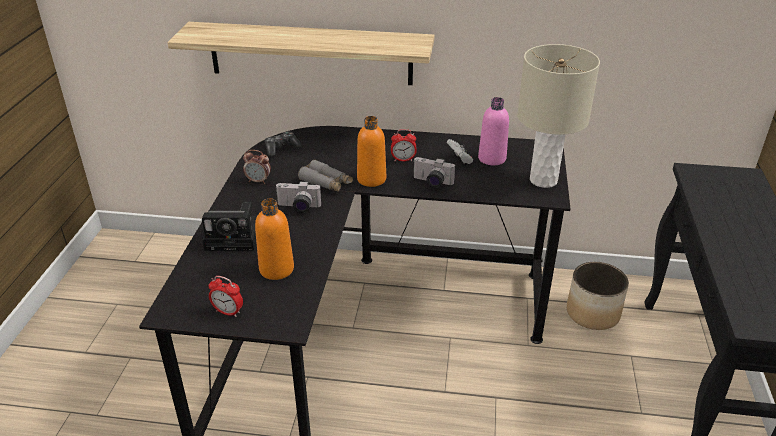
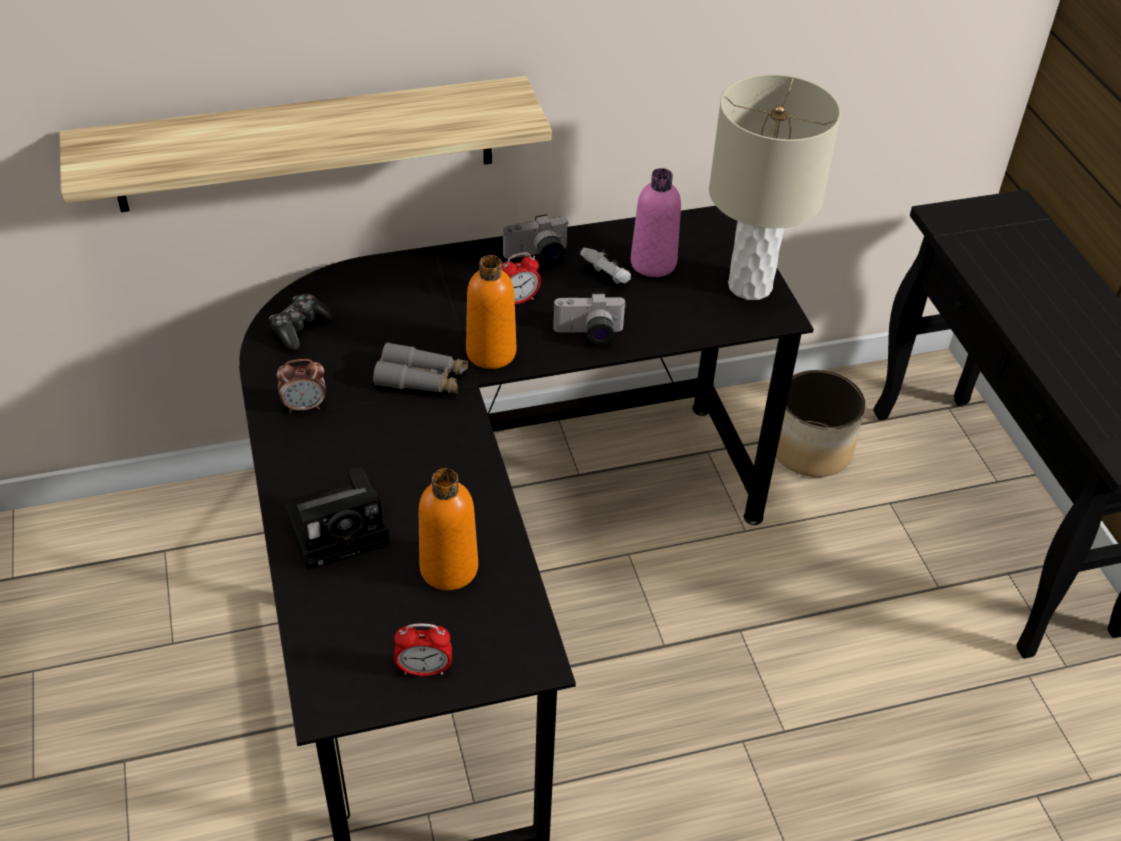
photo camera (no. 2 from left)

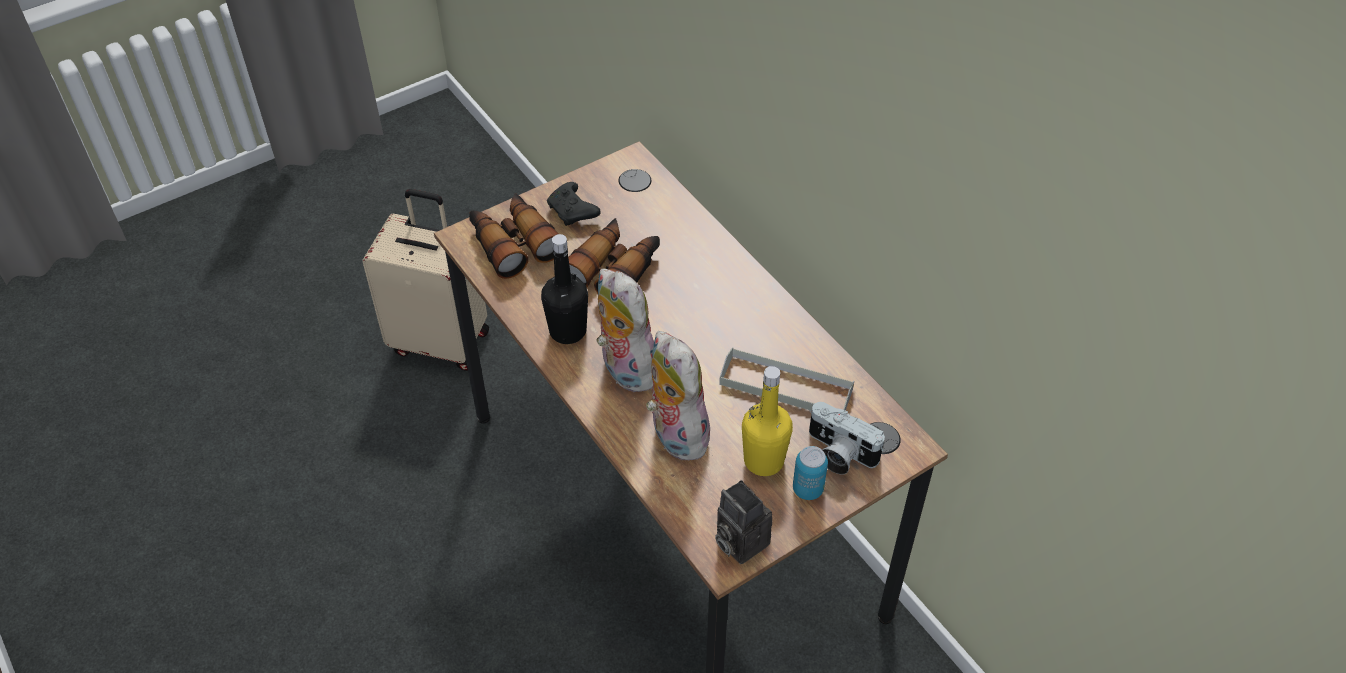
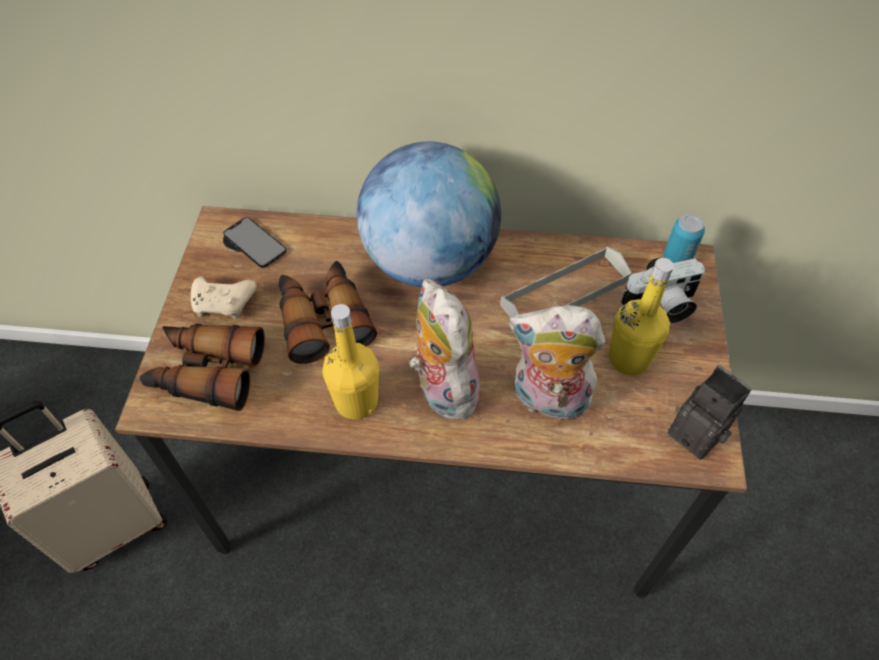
beige game controller
phone
yellow bottle (no. 1 from left)
globe
plush toy (no. 1 from left)
can
photo camera (no. 2 from left)

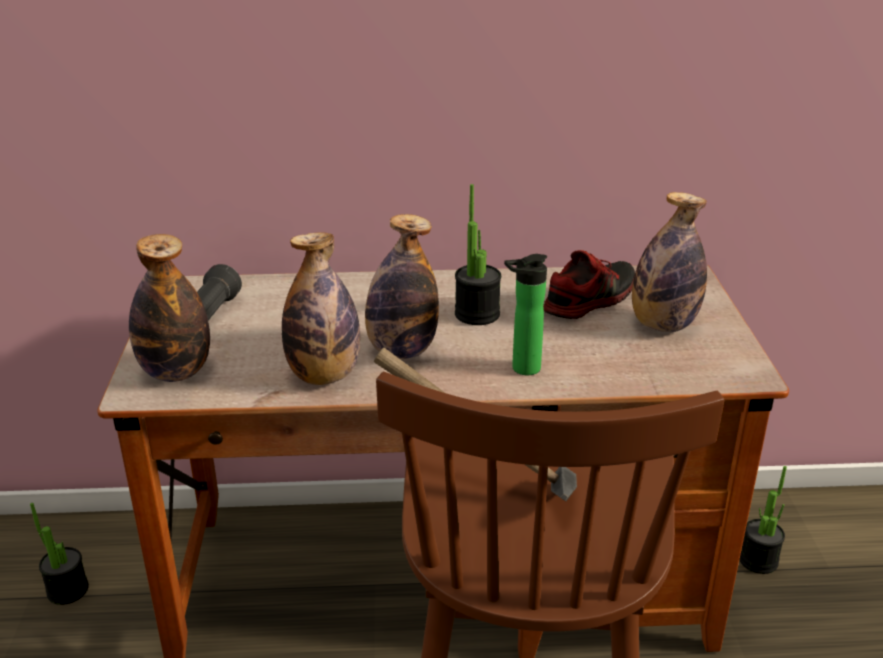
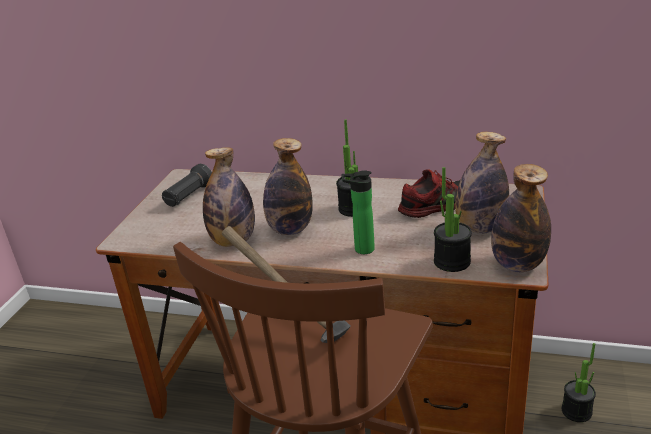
potted plant (no. 2 from left)
bottle (no. 5 from left)

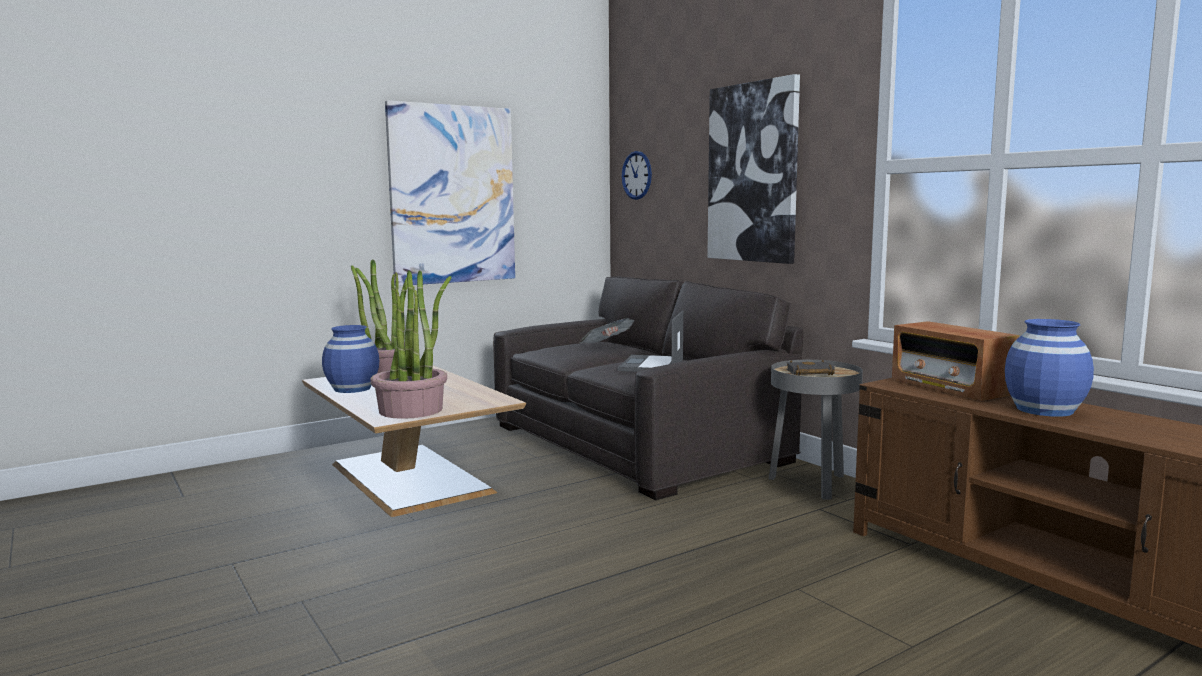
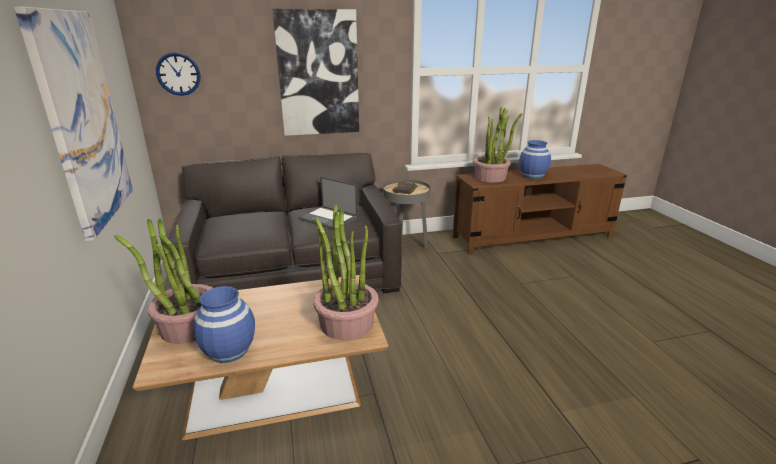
potted plant (no. 3 from left)
newspaper

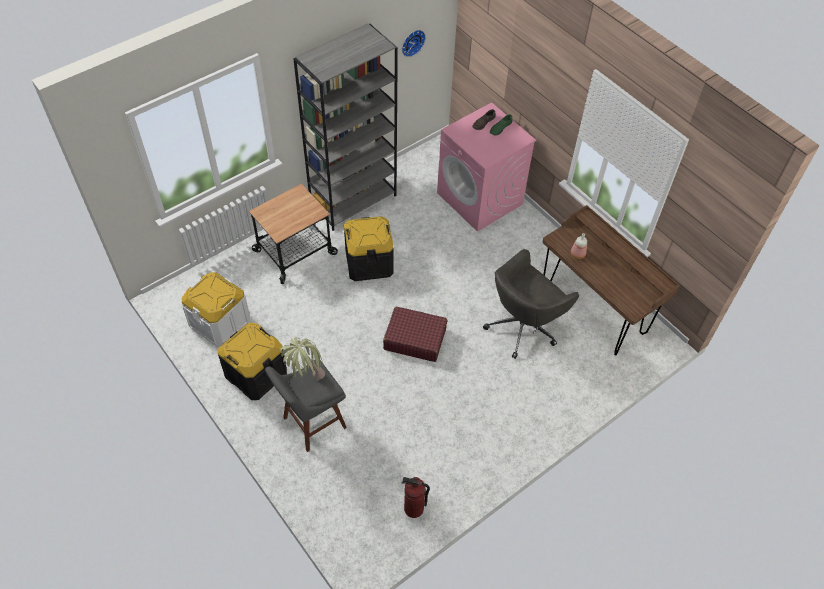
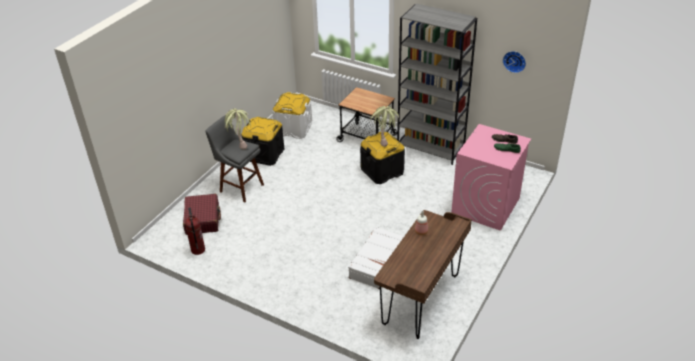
red suitcase
white suitcase
potted plant (no. 2 from left)

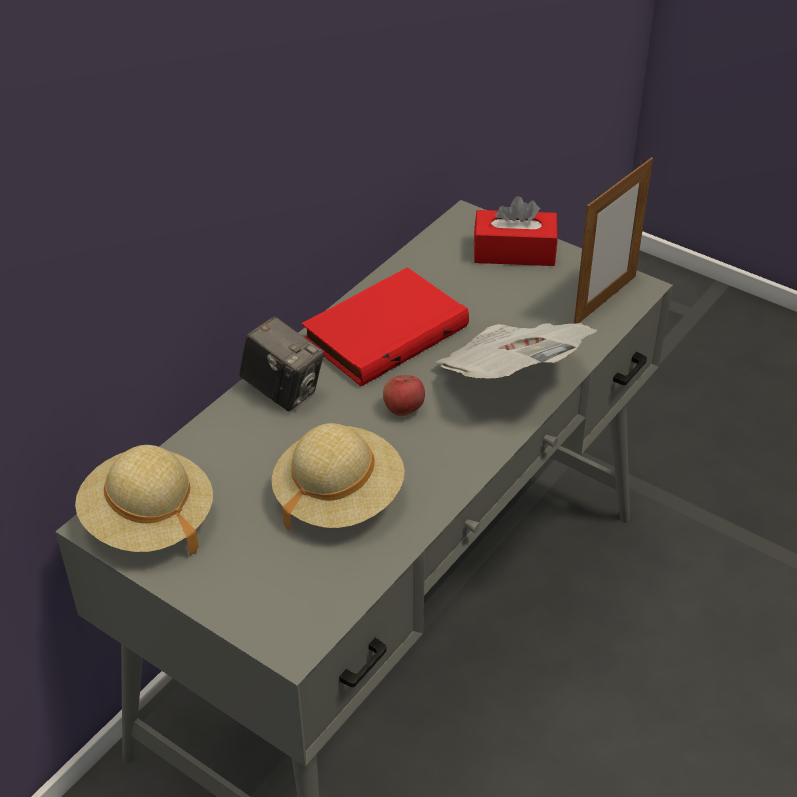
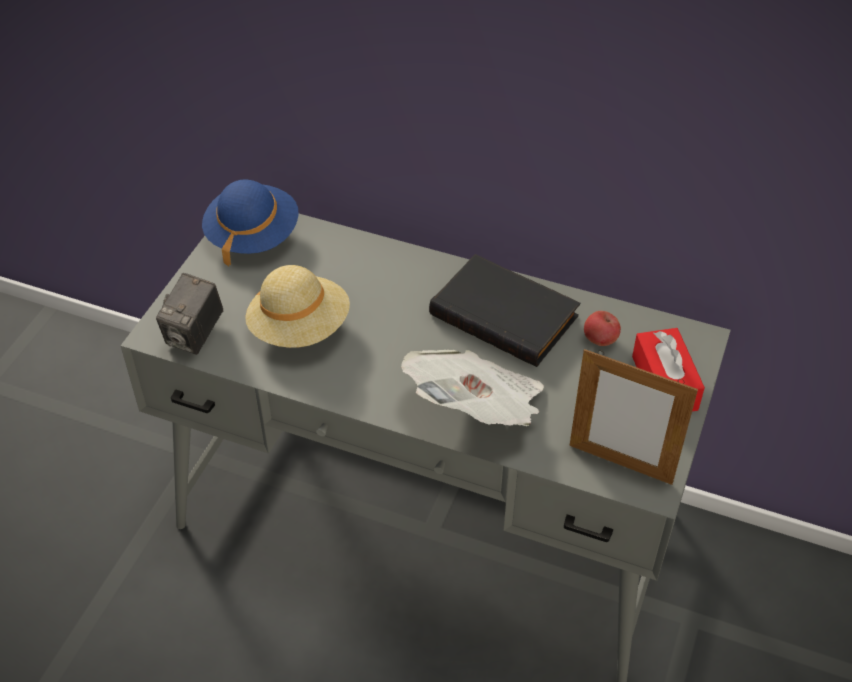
photo camera
blue hat
black book
apple

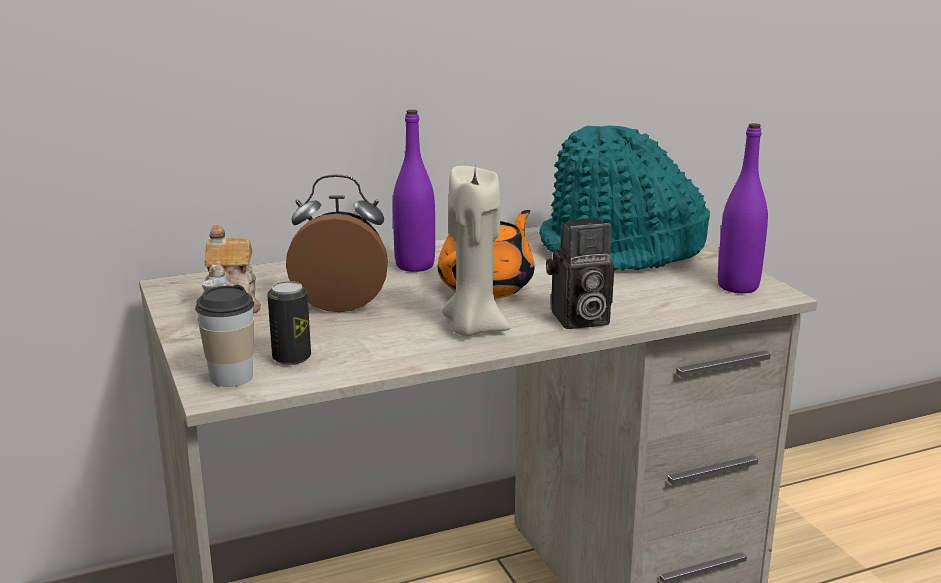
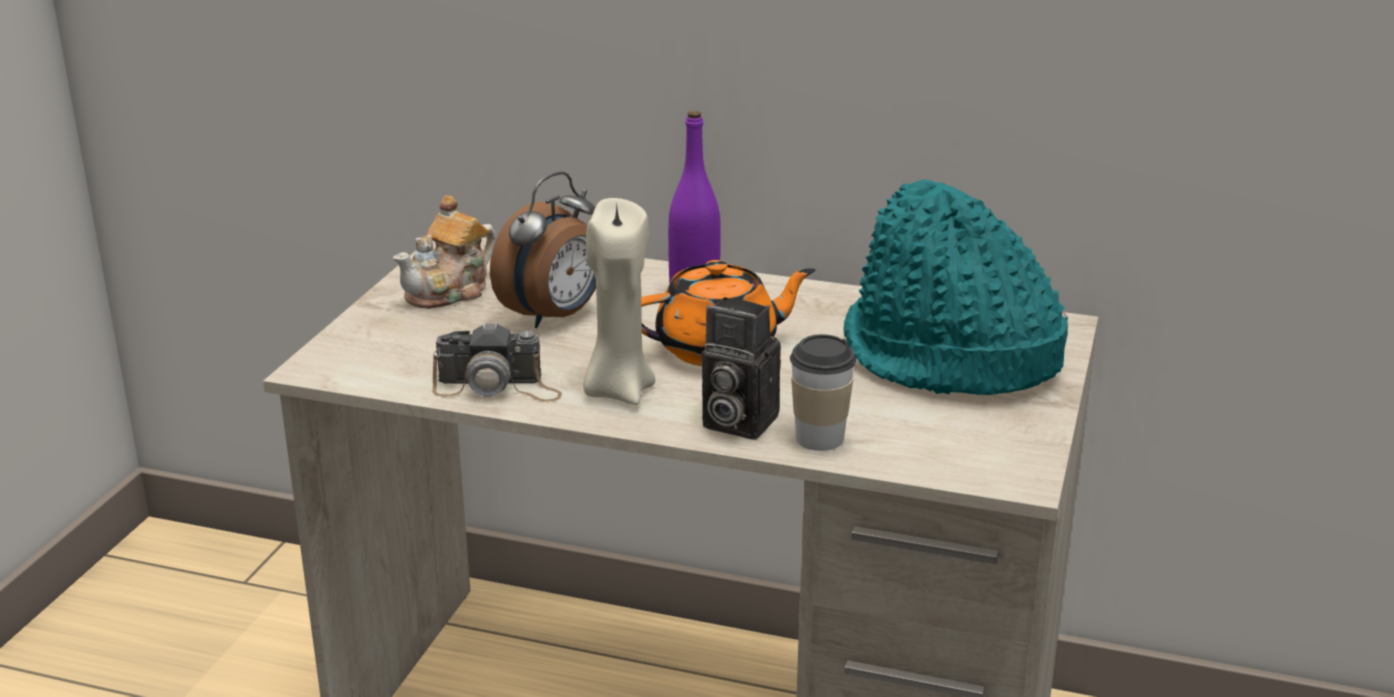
photo camera (no. 1 from left)
alarm clock
cup
can
purple bottle (no. 2 from left in the first image)

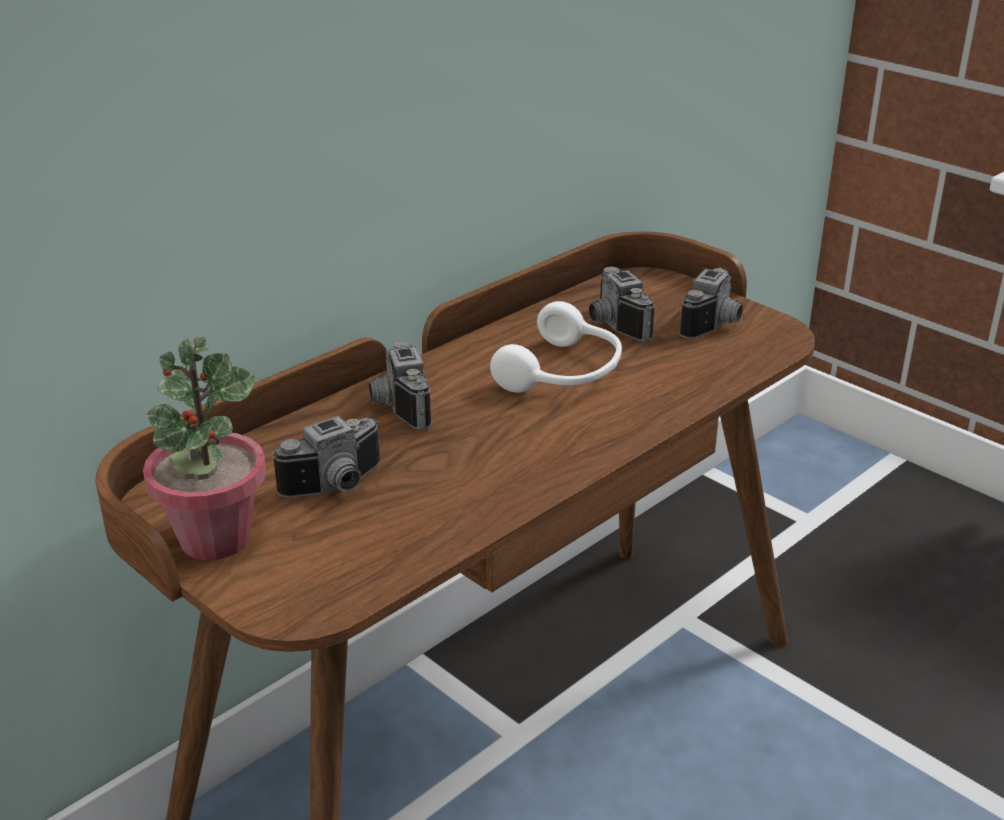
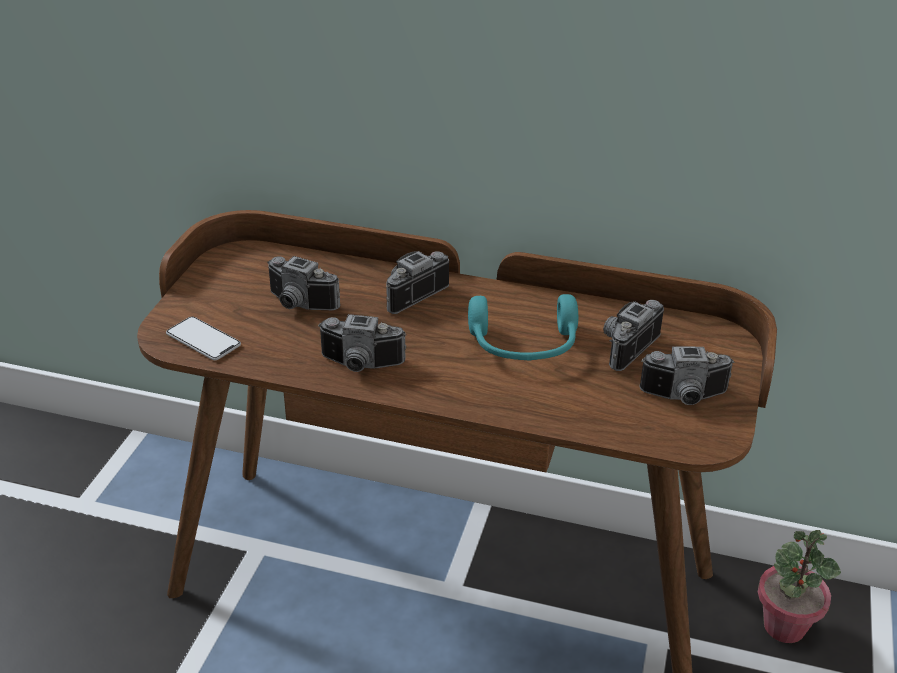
phone
photo camera (no. 2 from left)
turquoise headphones
potted plant

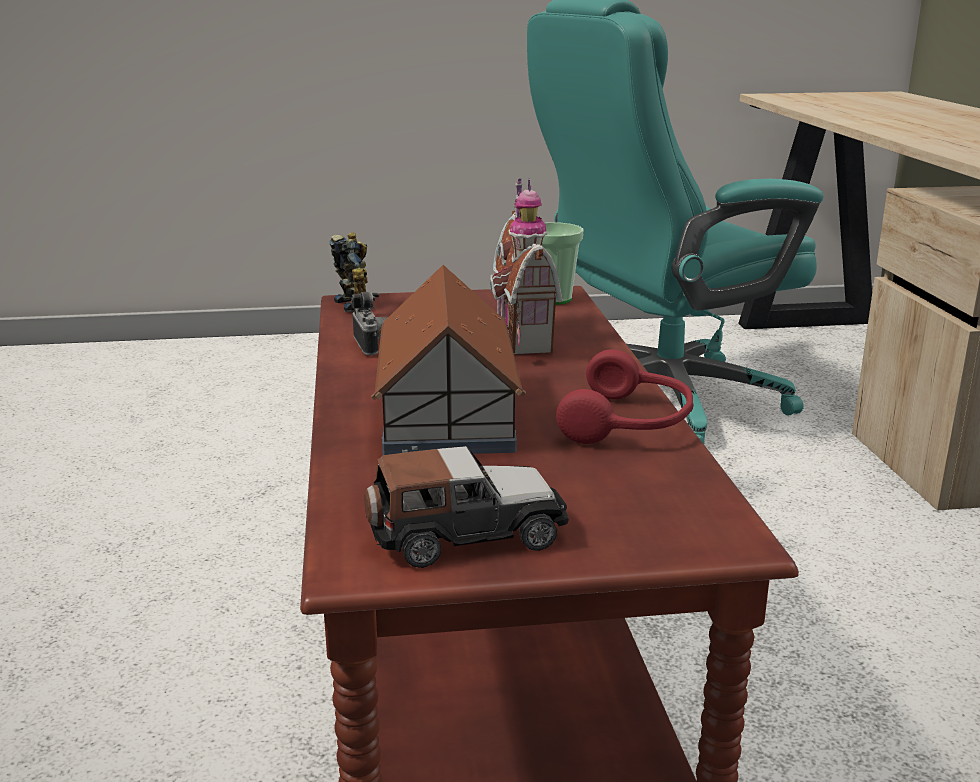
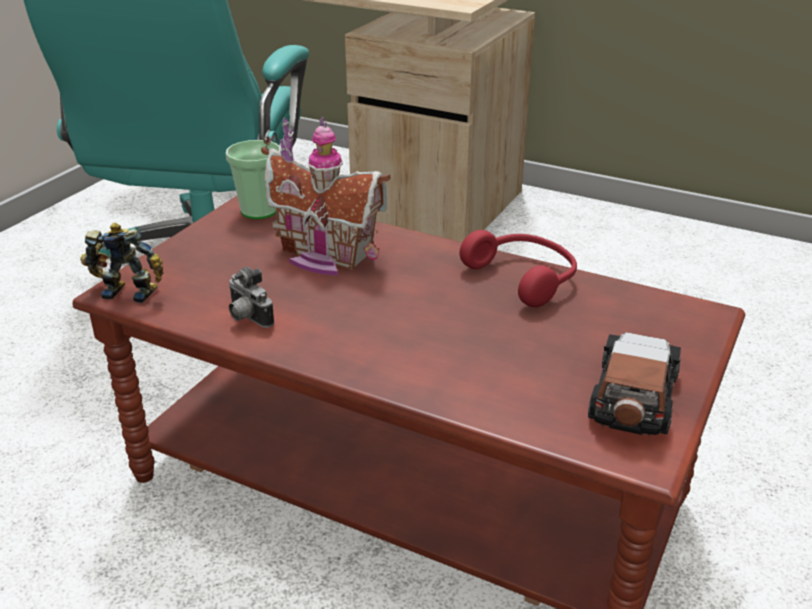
photo camera
toy house (no. 1 from left in the first image)

